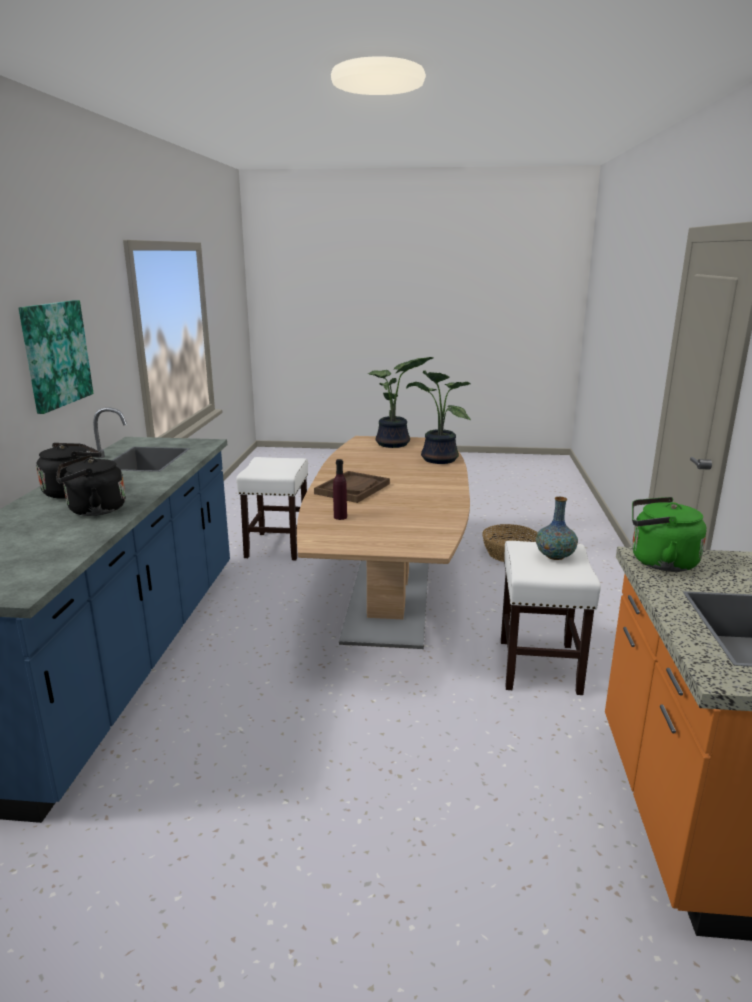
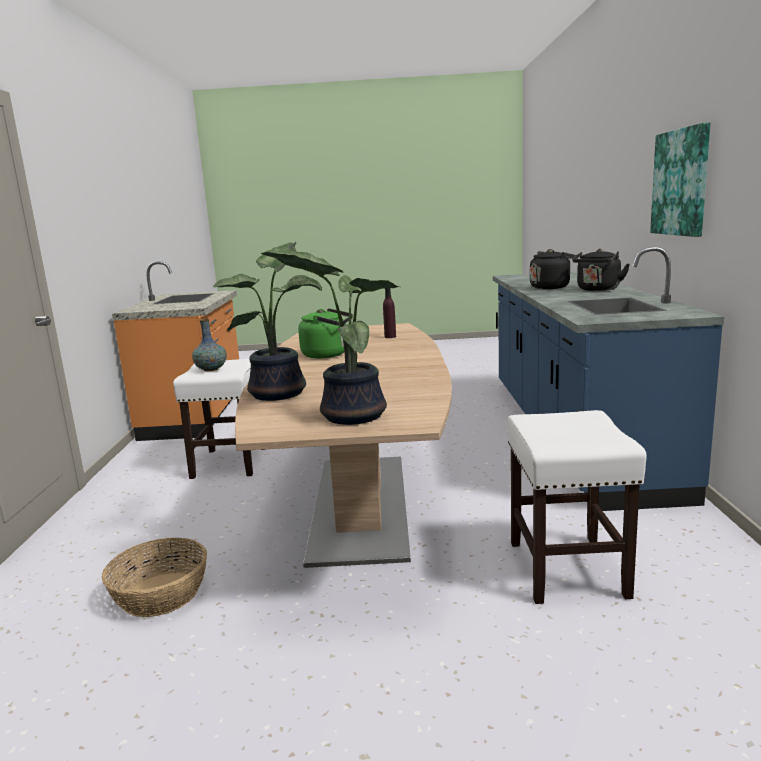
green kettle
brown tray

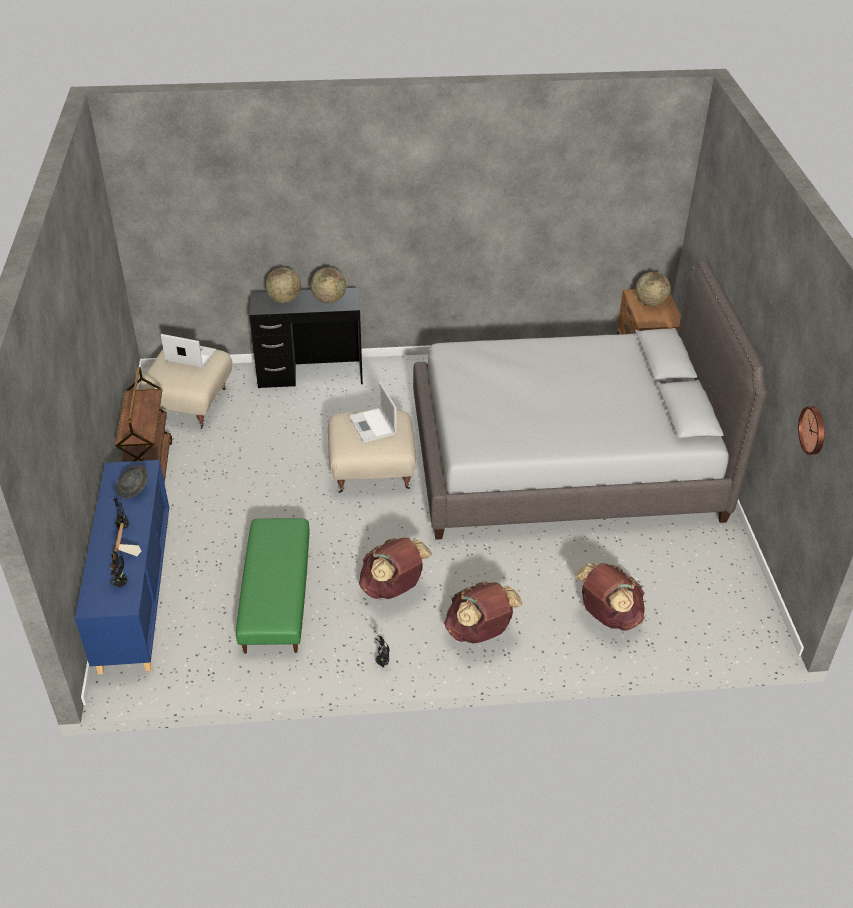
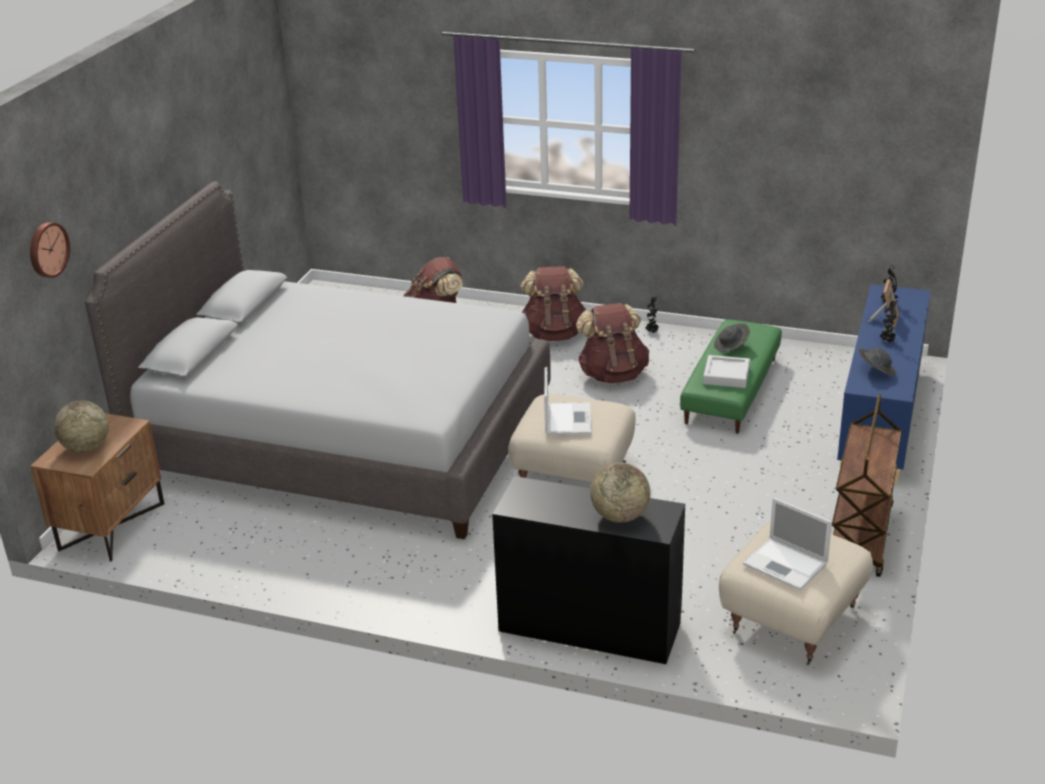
wall clock
grey tray
grey hat (no. 1 from left)
globe (no. 2 from left in the first image)

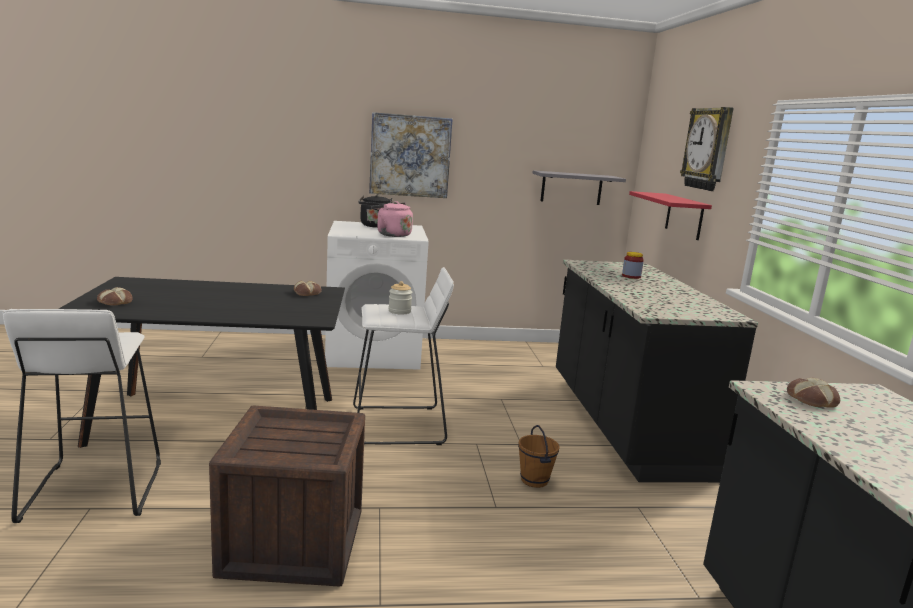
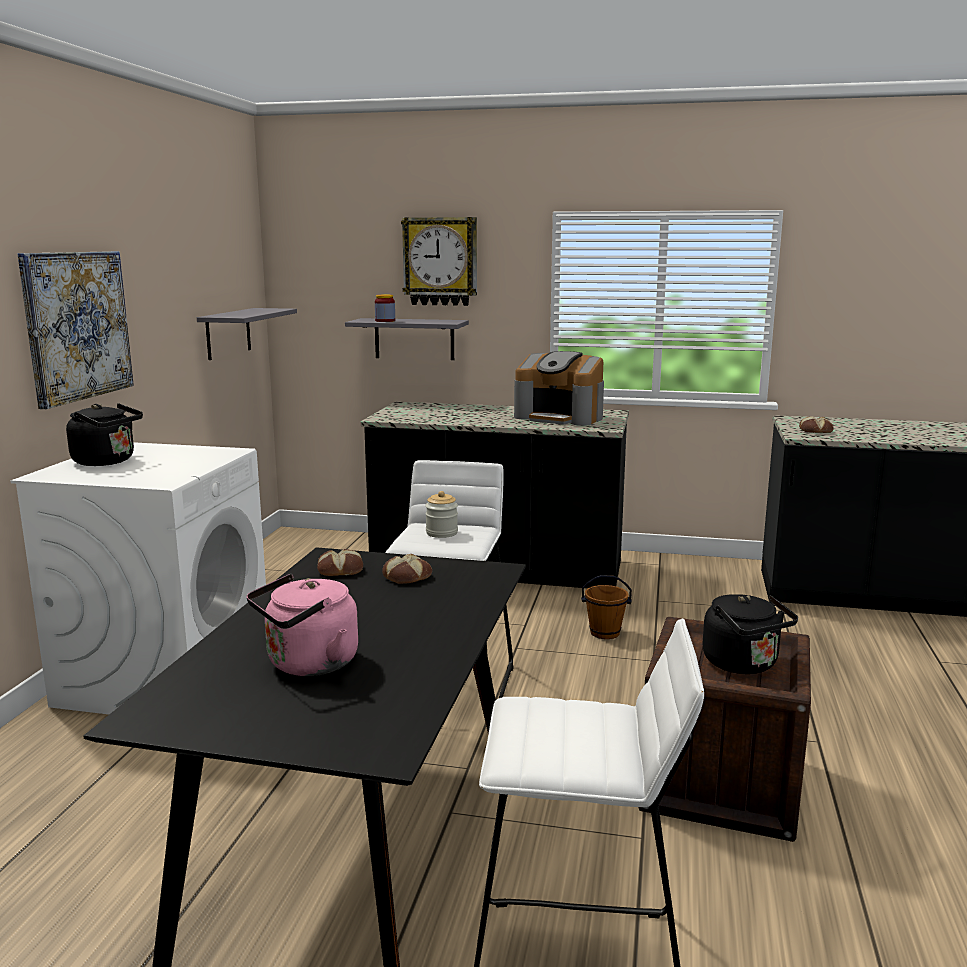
pink kettle
grey shelf (no. 2 from left)
jar (no. 1 from left)
bread (no. 2 from left)
coffee machine
black kettle (no. 2 from left)

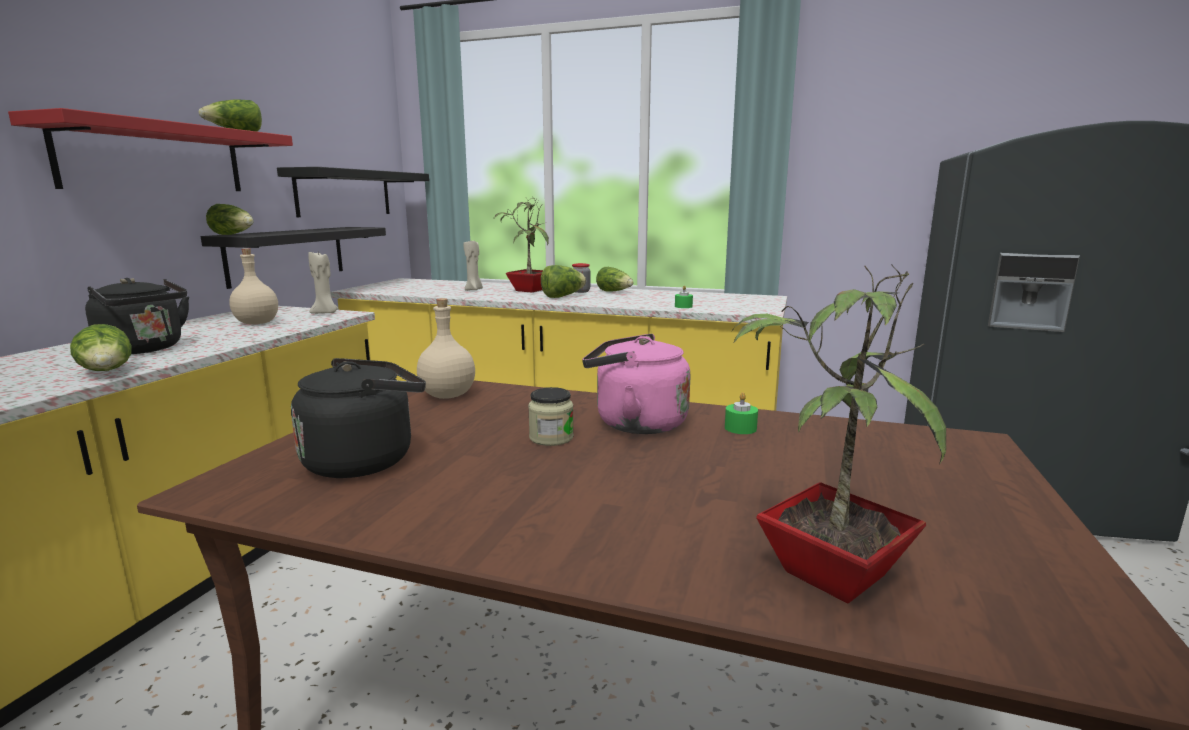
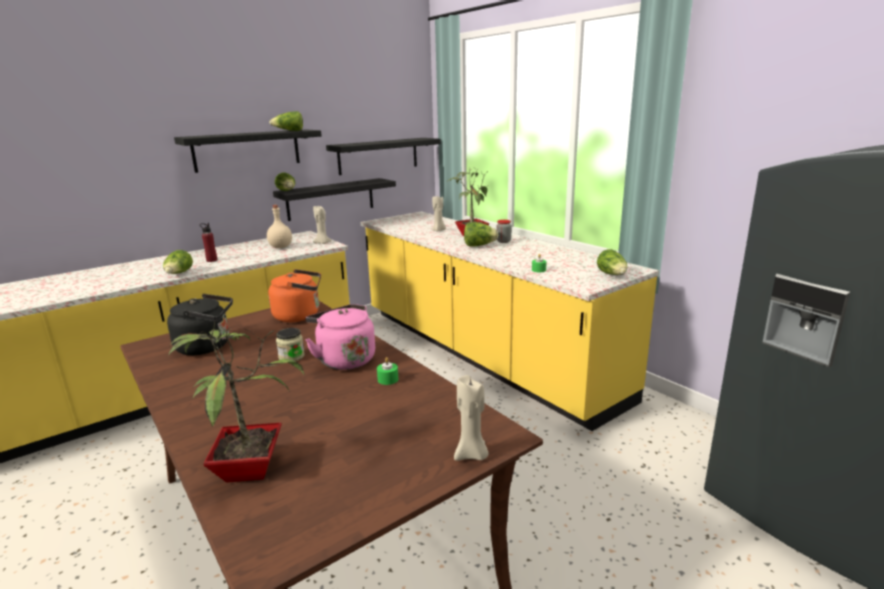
black shelf (no. 1 from left)
red bottle
orange kettle
beige candle (no. 3 from left)
lettuce (no. 5 from left)

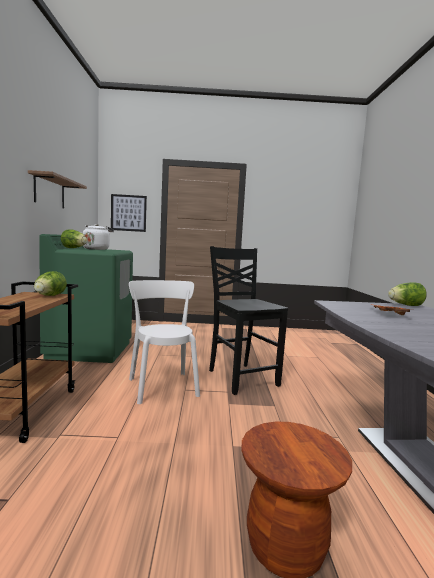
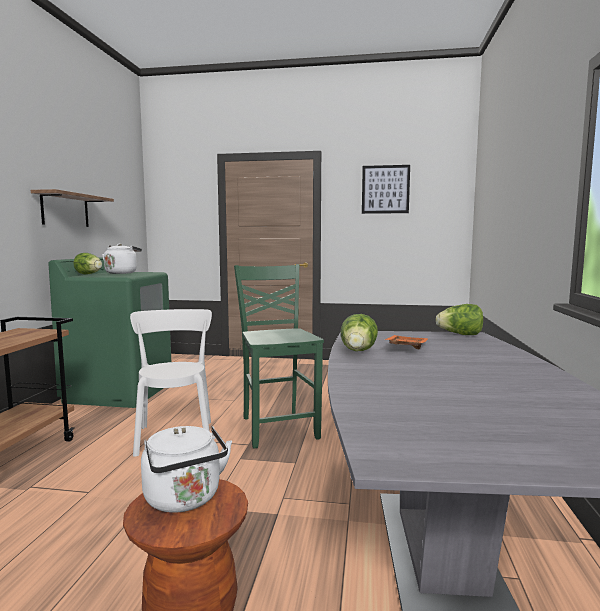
white kettle (no. 2 from left)
green chair
lettuce (no. 2 from left)
picture

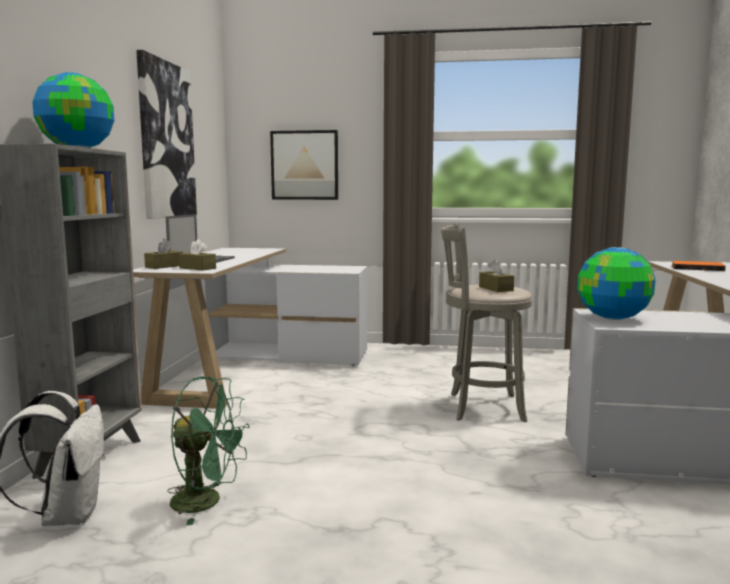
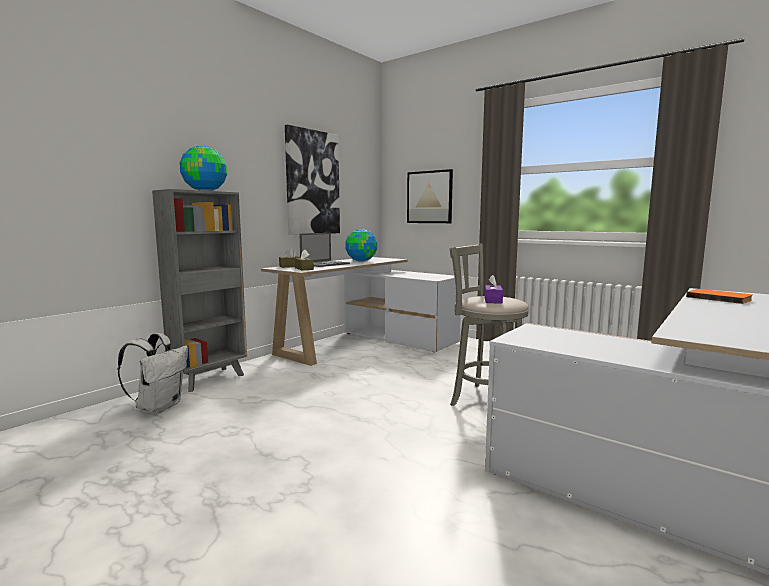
globe (no. 2 from left)
purple tissue box
green fan

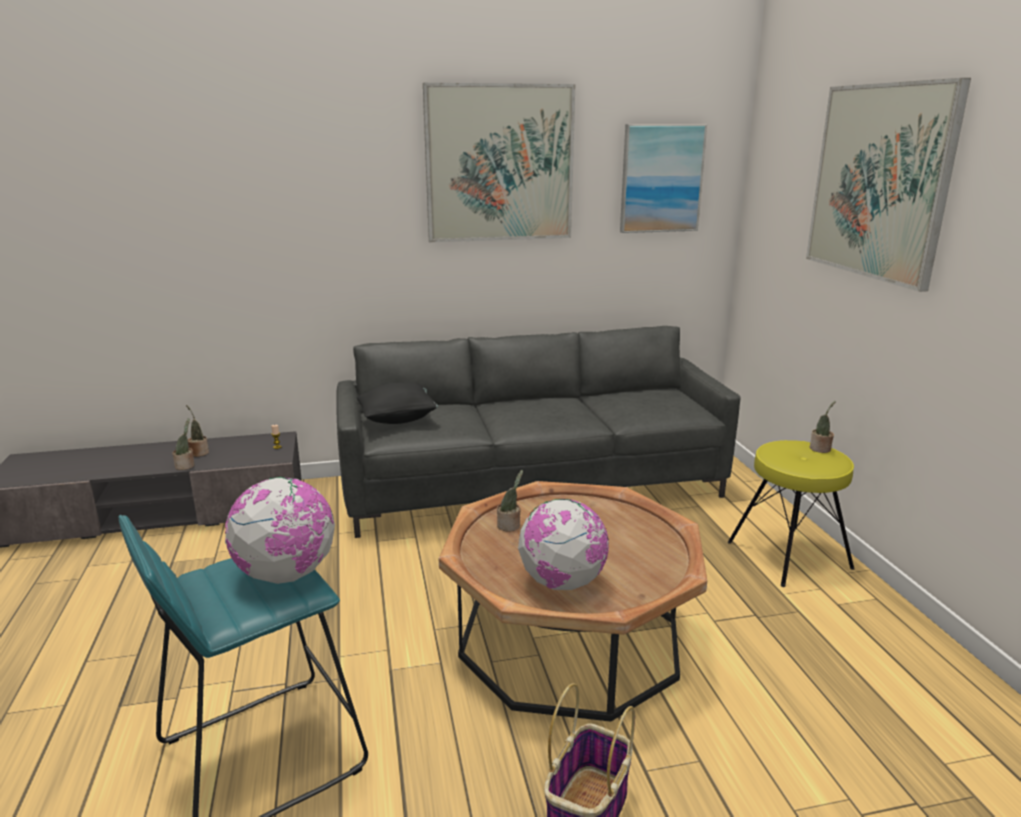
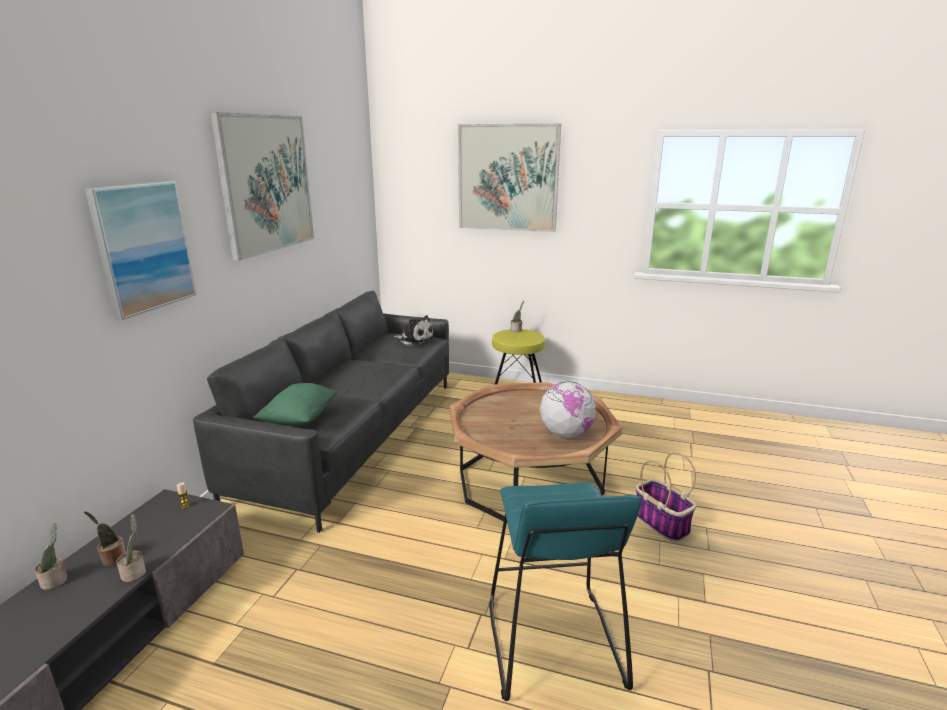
potted plant (no. 1 from left)
picture (no. 1 from left)
green pillow
plush toy
globe (no. 1 from left in the first image)

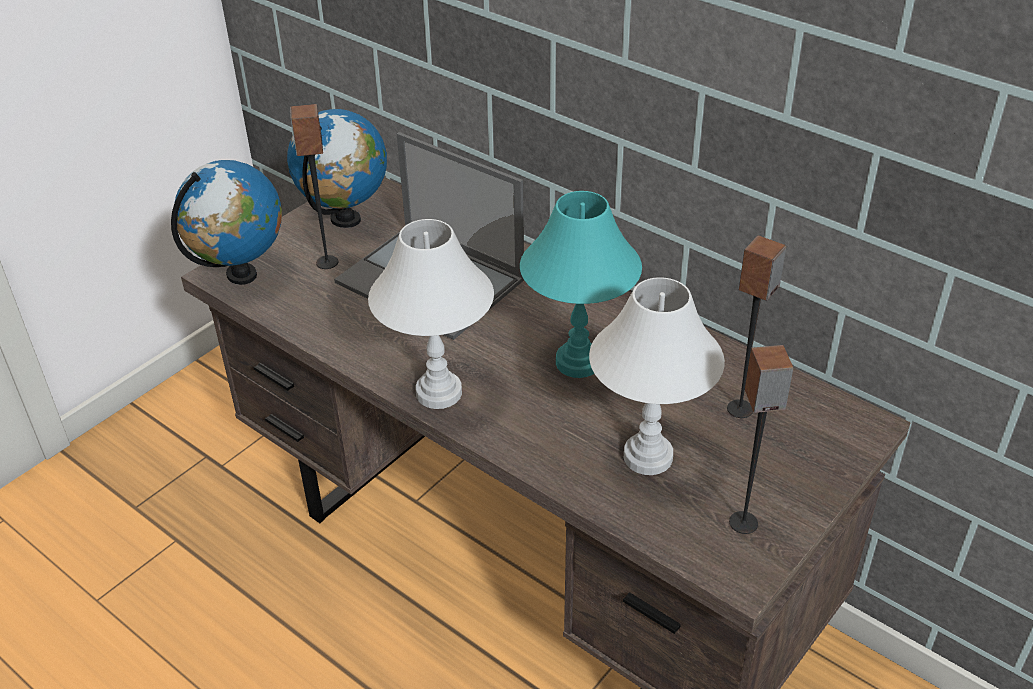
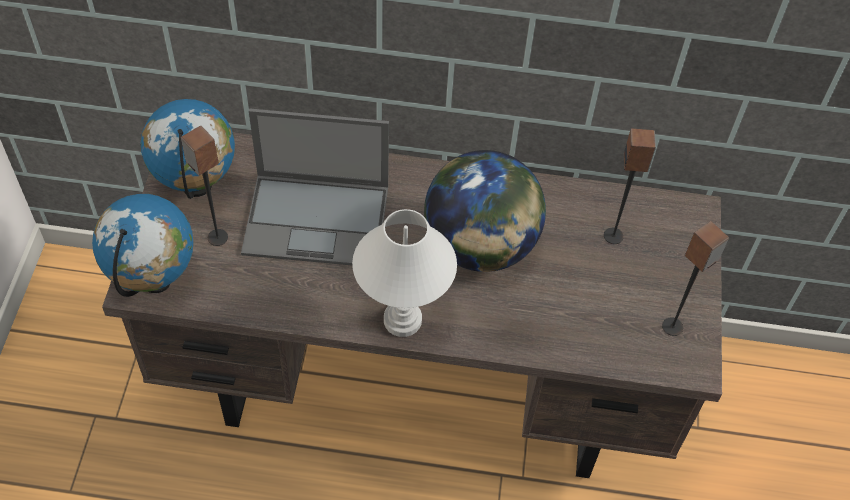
globe (no. 3 from left)
white table lamp (no. 2 from left in the first image)

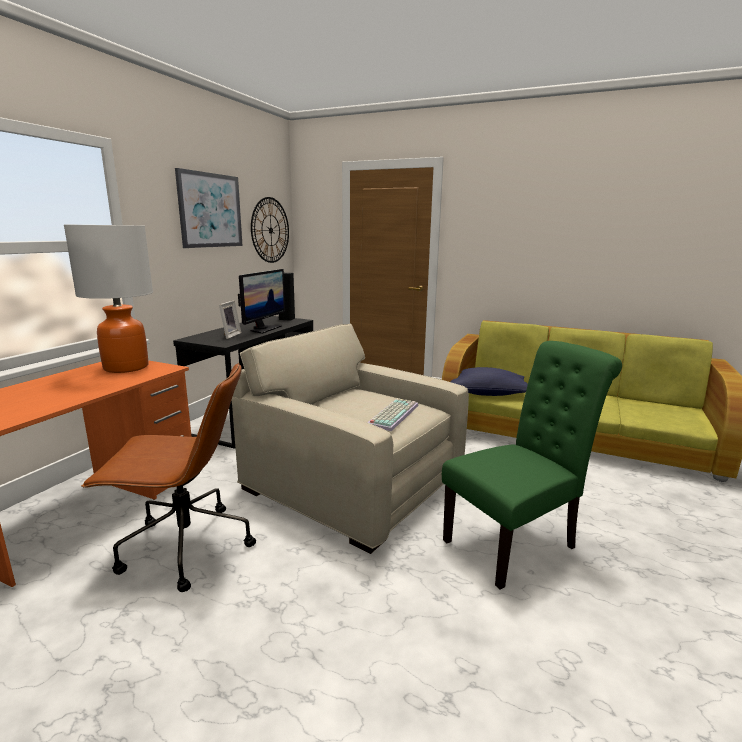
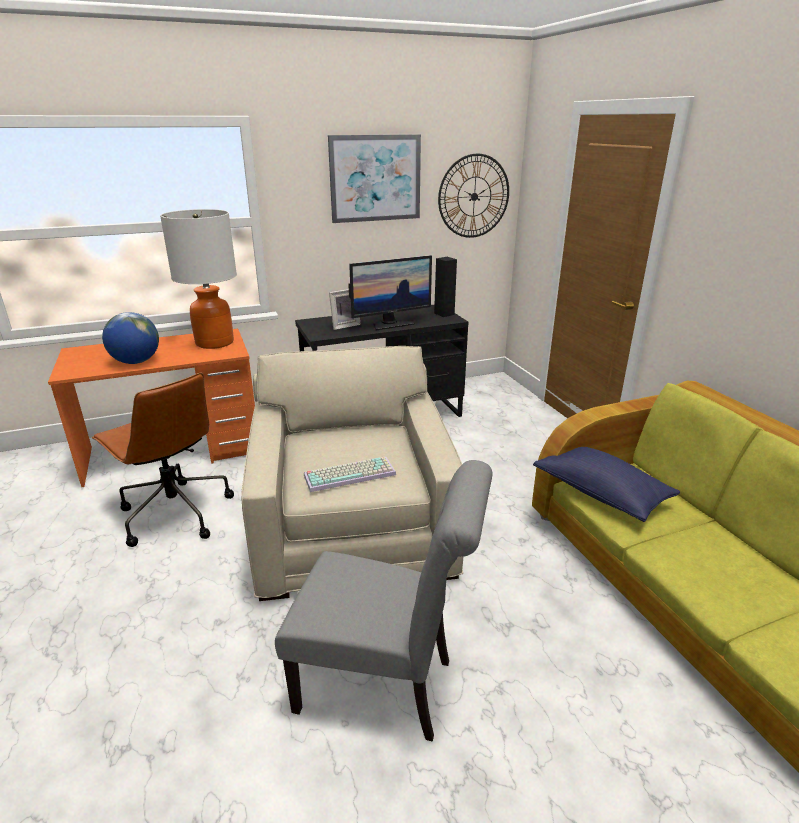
globe
grey chair

